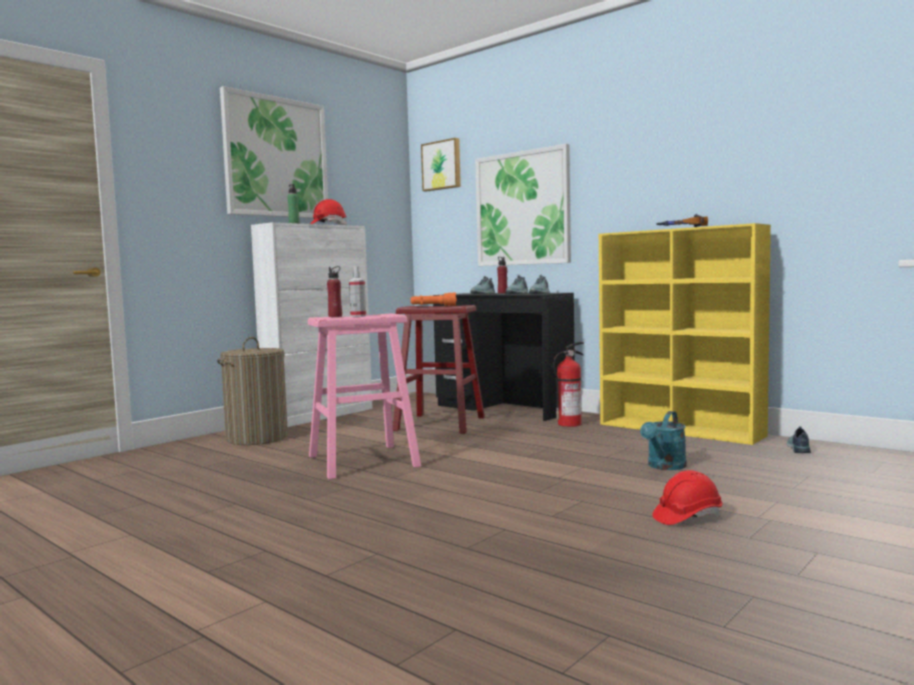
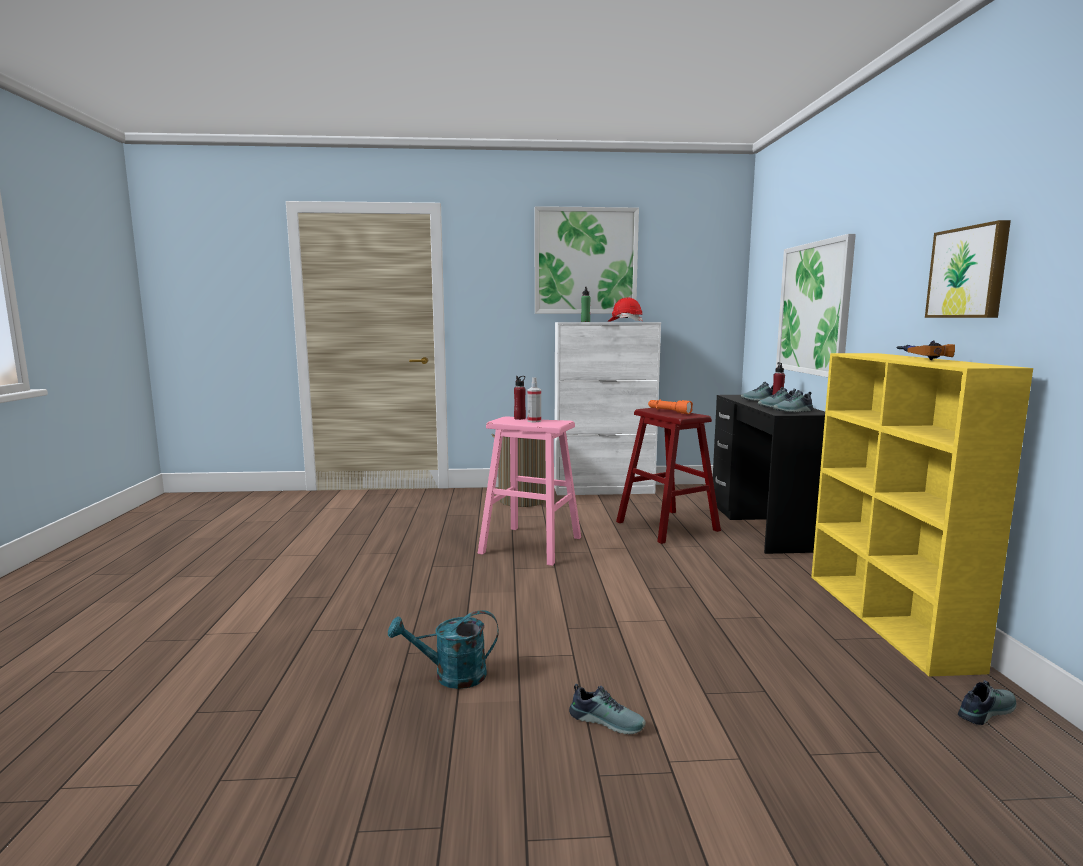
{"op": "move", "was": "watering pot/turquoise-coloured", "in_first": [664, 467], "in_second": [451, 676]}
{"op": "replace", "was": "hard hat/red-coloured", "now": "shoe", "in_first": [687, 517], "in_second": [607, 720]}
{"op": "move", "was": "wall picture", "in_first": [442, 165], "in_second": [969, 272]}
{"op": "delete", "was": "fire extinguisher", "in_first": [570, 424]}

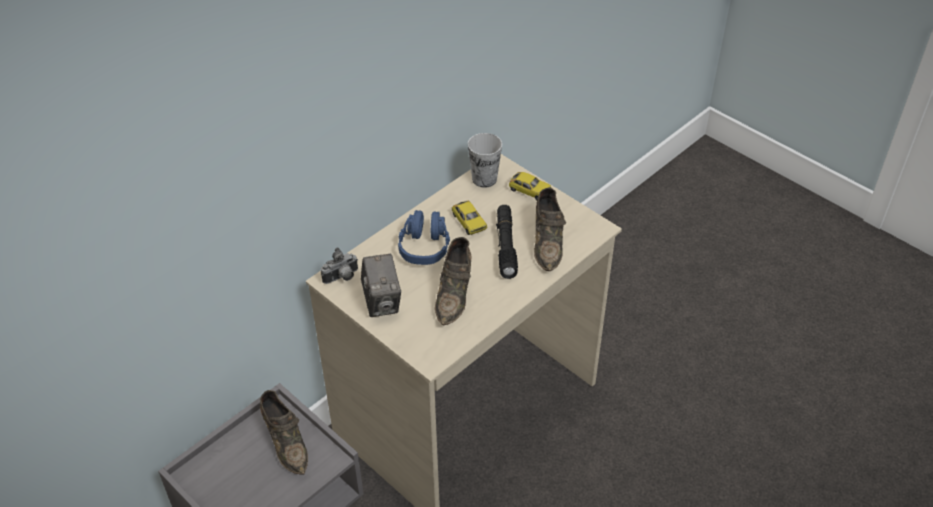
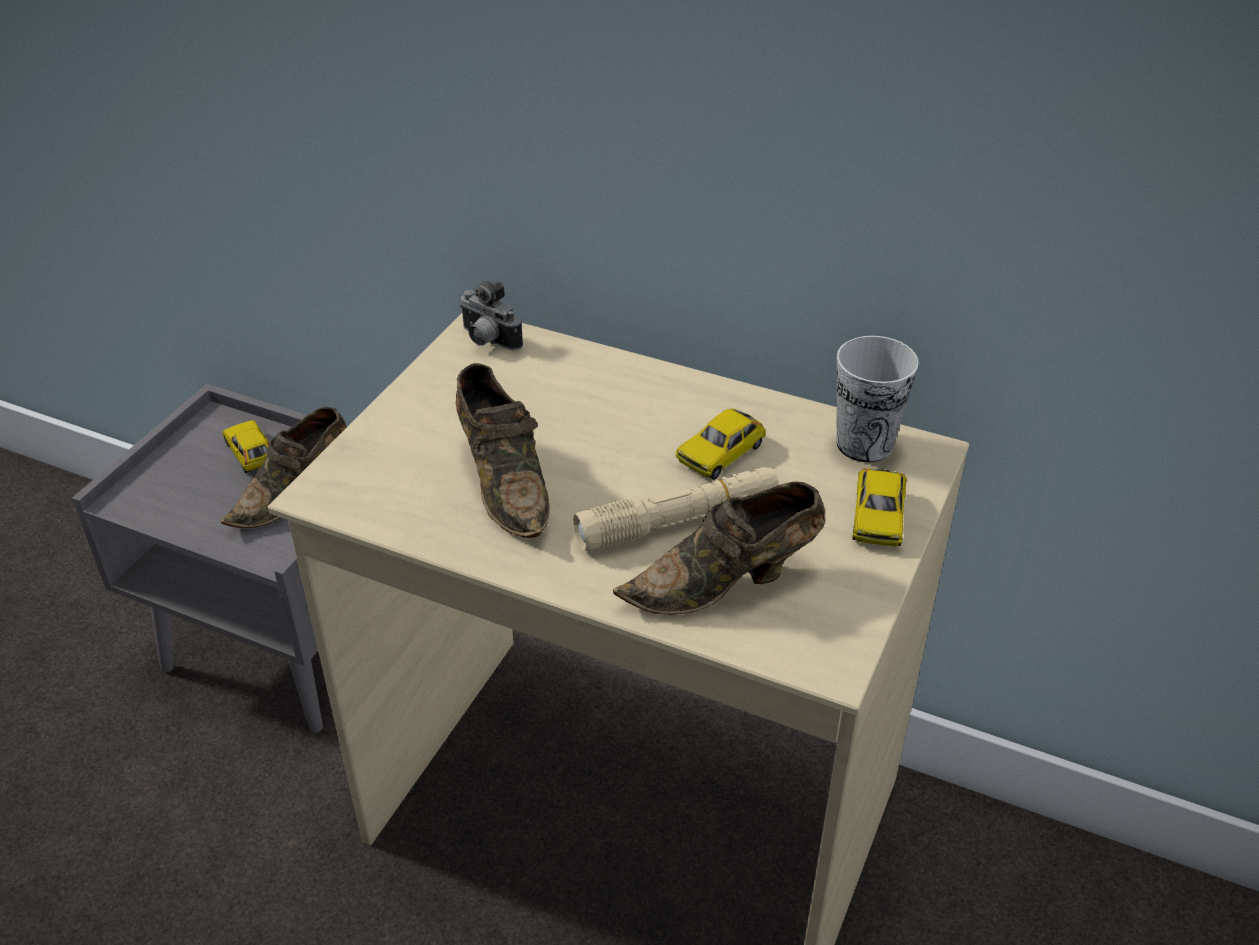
{"op": "insert", "now": "model car", "in_second": [252, 453]}
{"op": "rotate", "was": "shoe/brownish", "in_first": [455, 294], "in_second": [504, 482], "clockwise": -105}
{"op": "recolor", "was": "hand torch/black-coloured", "now": "hand torch/sand-coloured", "in_first": [506, 246], "in_second": [678, 521]}
{"op": "delete", "was": "still camera", "in_first": [382, 302]}
{"op": "delete", "was": "headset/blue", "in_first": [424, 246]}

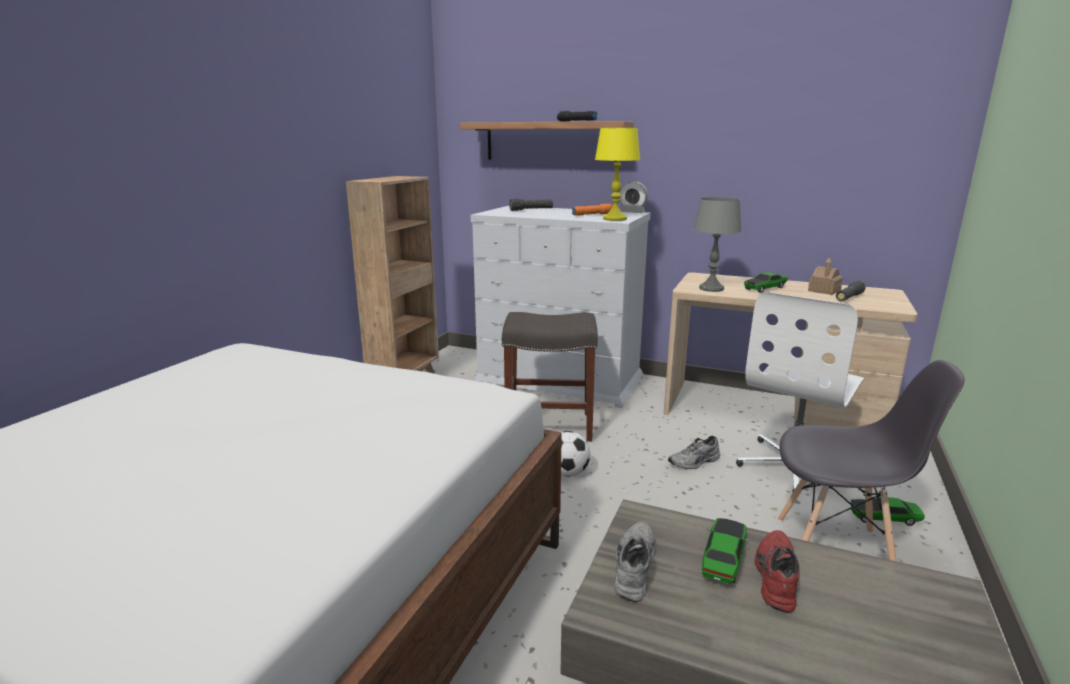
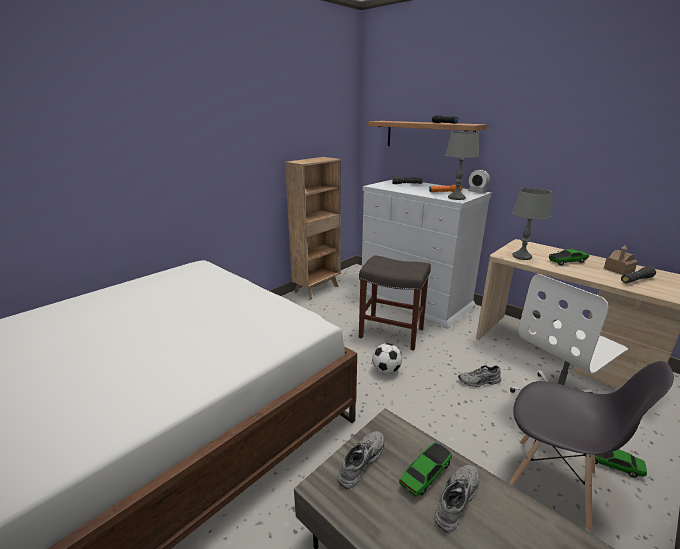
{"op": "recolor", "was": "shoe/red-coloured", "now": "shoe/gray", "in_first": [774, 576], "in_second": [455, 499]}
{"op": "recolor", "was": "table lamp/yellow", "now": "table lamp/gray", "in_first": [615, 219], "in_second": [456, 198]}

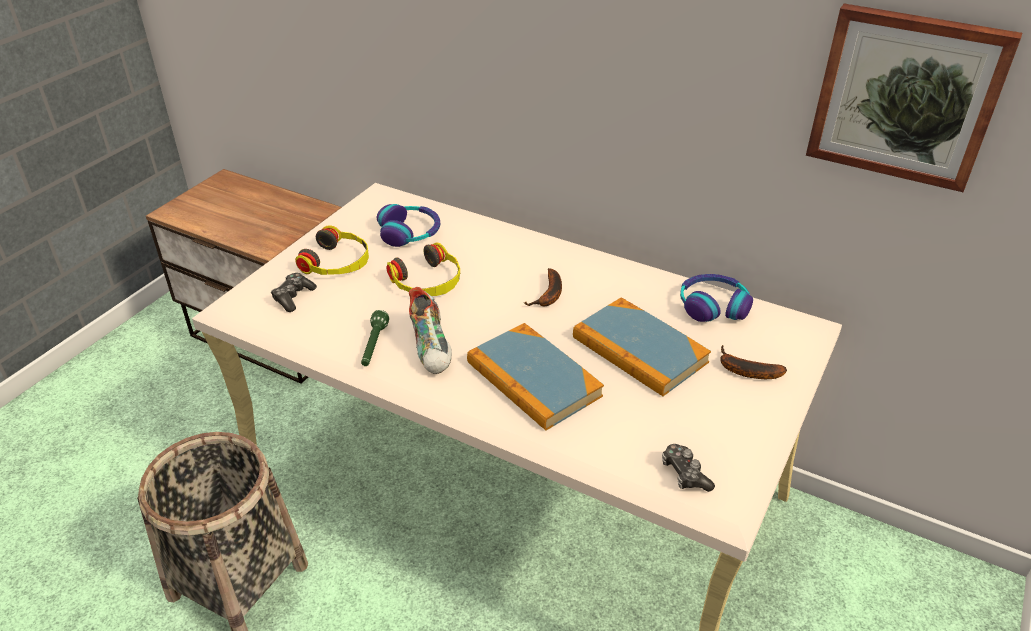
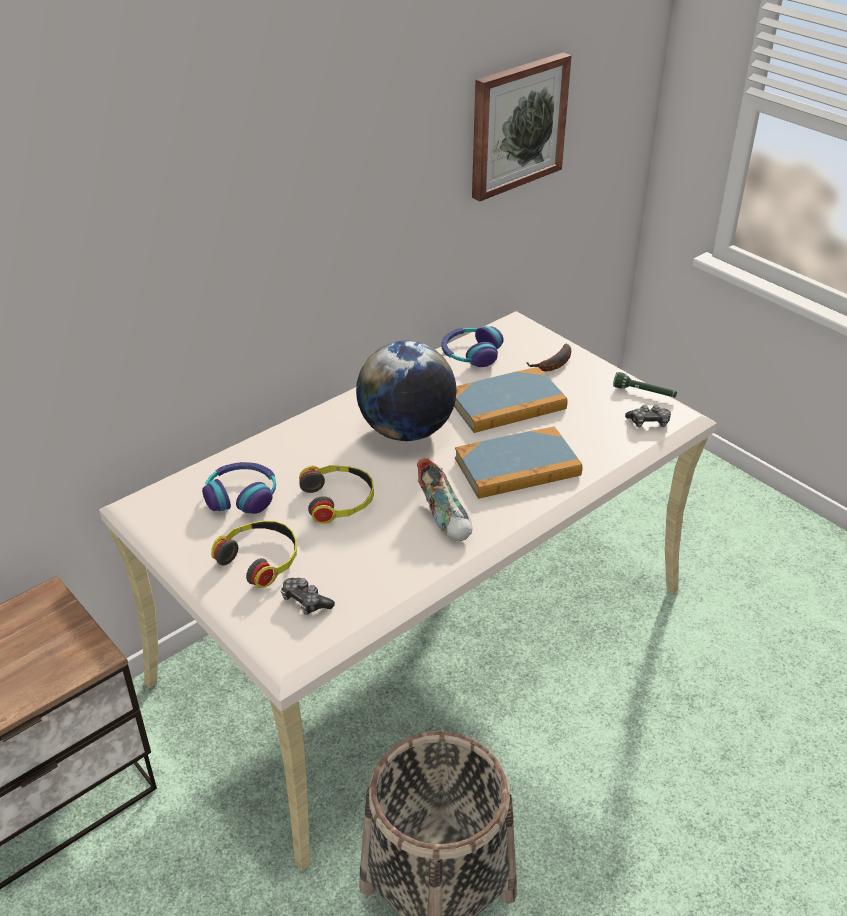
{"op": "replace", "was": "banana", "now": "world globe", "in_first": [549, 295], "in_second": [406, 431]}
{"op": "rotate", "was": "shoe", "in_first": [432, 348], "in_second": [445, 516], "clockwise": 60}
{"op": "move", "was": "hand torch/greenish", "in_first": [374, 346], "in_second": [644, 393]}

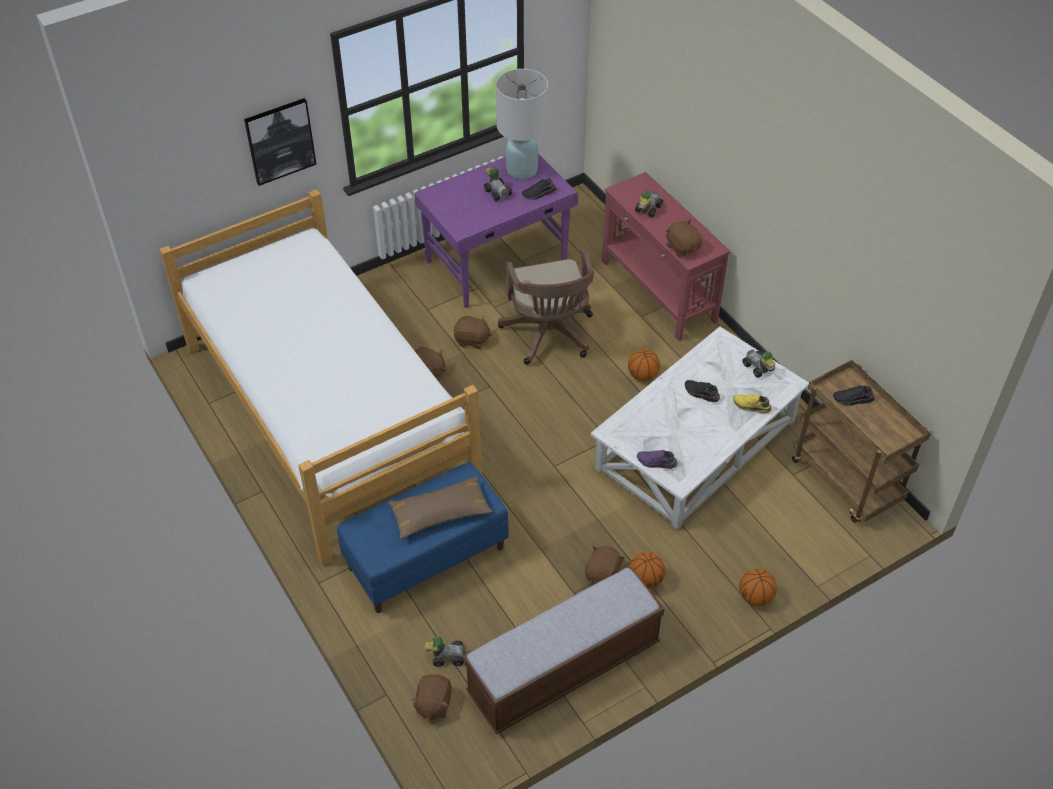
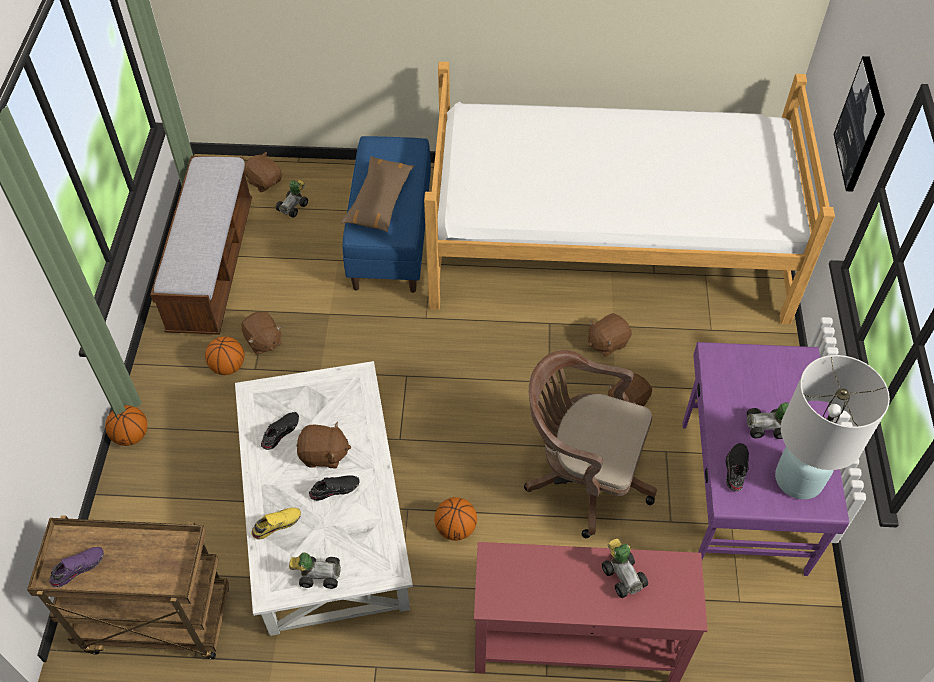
{"op": "move", "was": "shoe/purplish", "in_first": [656, 463], "in_second": [77, 567]}
{"op": "move", "was": "shoe/black-coloured", "in_first": [853, 400], "in_second": [280, 432]}
{"op": "move", "was": "plush toy/brownish", "in_first": [682, 247], "in_second": [324, 455]}

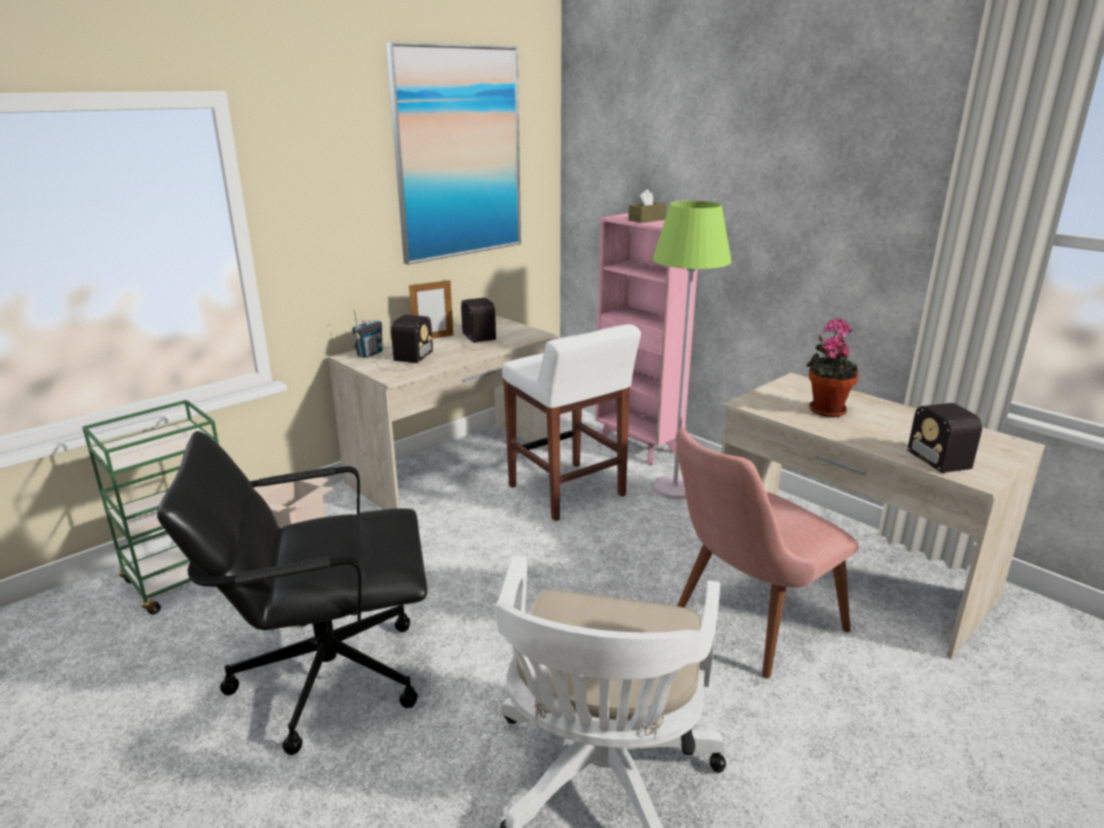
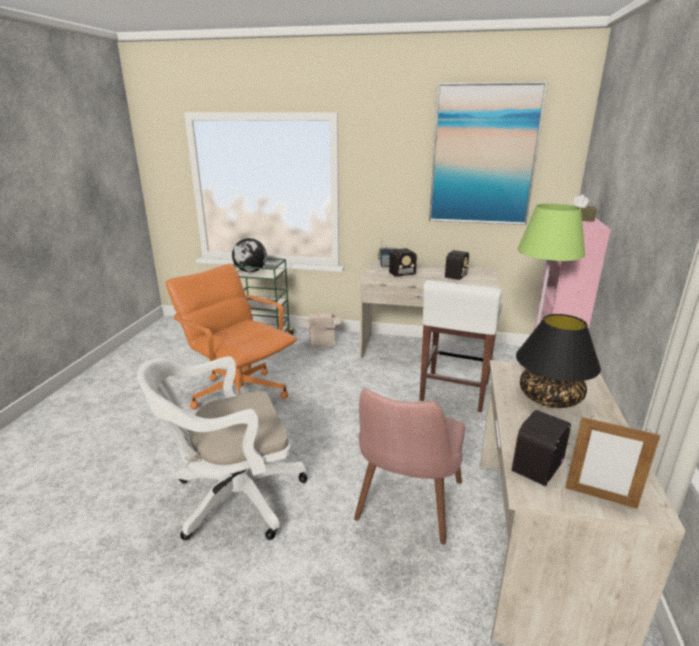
{"op": "recolor", "was": "computer chair/black-coloured", "now": "computer chair/orange-coloured", "in_first": [326, 675], "in_second": [240, 394]}
{"op": "insert", "now": "world globe", "in_second": [251, 271]}
{"op": "rotate", "was": "plain chair/pink-coloured", "in_first": [745, 627], "in_second": [405, 510], "clockwise": -90}
{"op": "replace", "was": "houseplant", "now": "table lamp/black-coloured", "in_first": [825, 409], "in_second": [550, 397]}
{"op": "move", "was": "picture frame", "in_first": [433, 338], "in_second": [600, 497]}

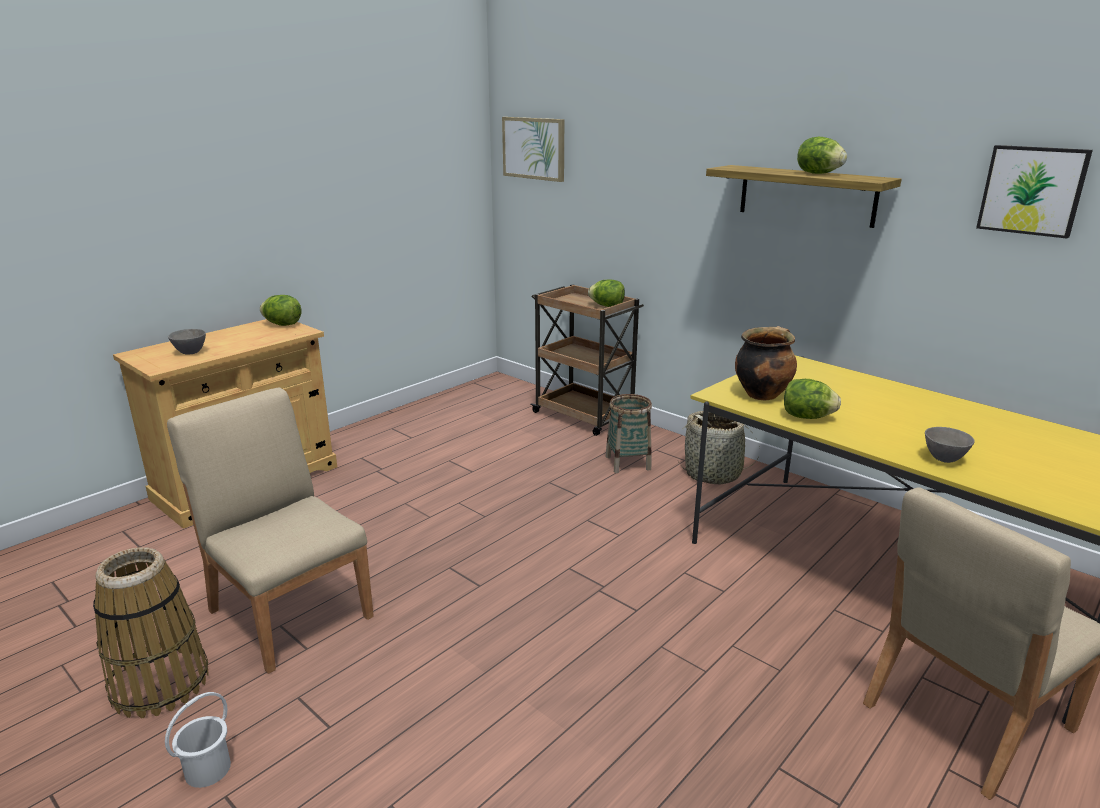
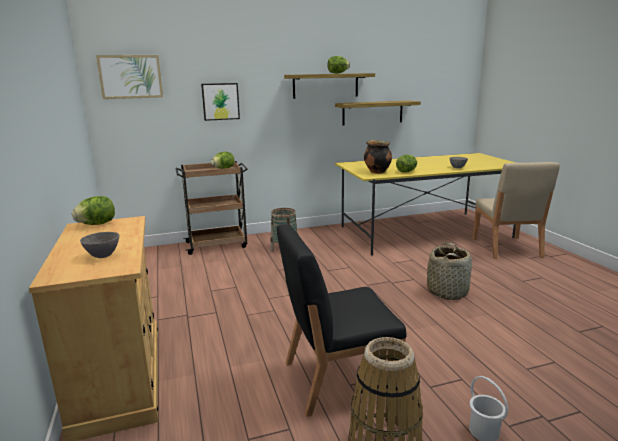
{"op": "move", "was": "wall picture", "in_first": [1032, 190], "in_second": [220, 101]}
{"op": "recolor", "was": "plain chair/sand-coloured", "now": "plain chair/black-coloured", "in_first": [290, 612], "in_second": [338, 378]}
{"op": "insert", "now": "shelf", "in_second": [372, 112]}
{"op": "move", "was": "storage basket", "in_first": [713, 473], "in_second": [447, 291]}

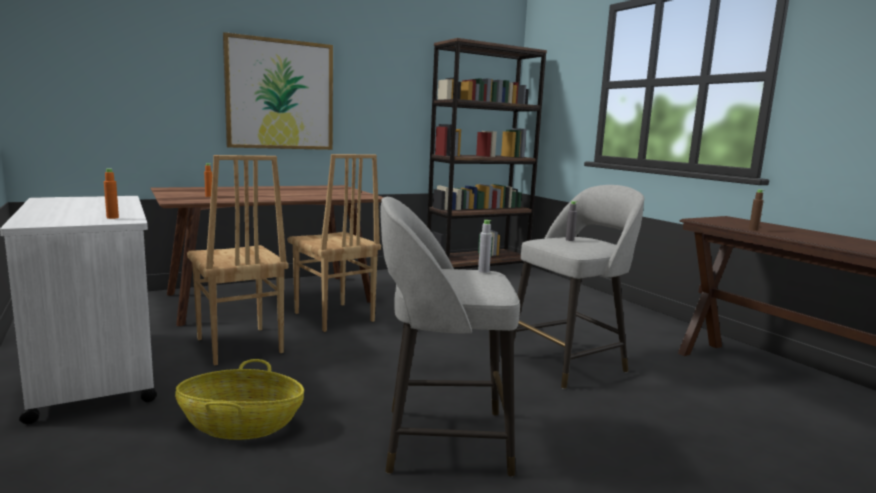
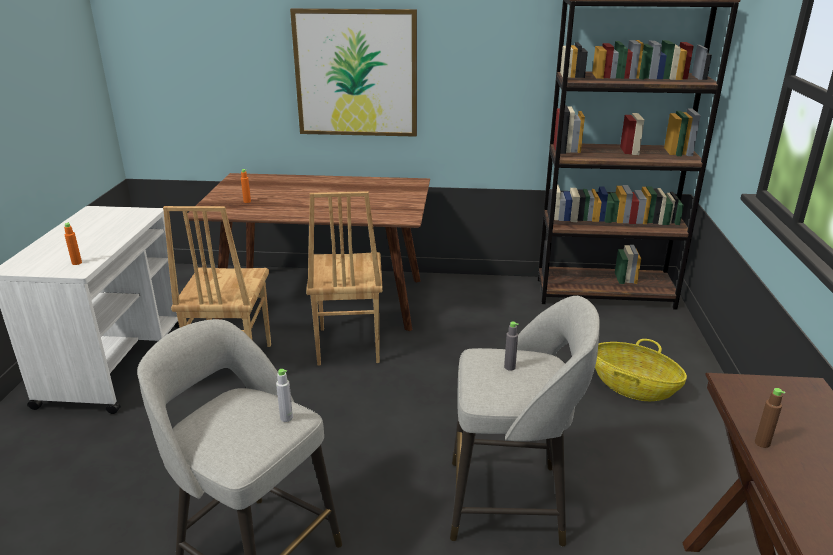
{"op": "move", "was": "storage basket", "in_first": [241, 425], "in_second": [633, 387]}

